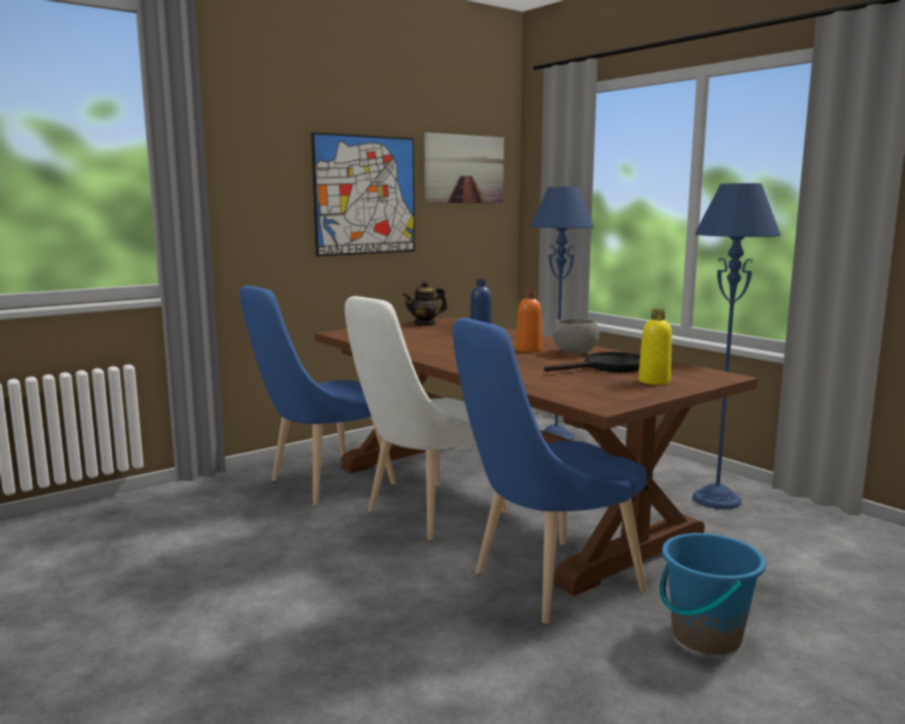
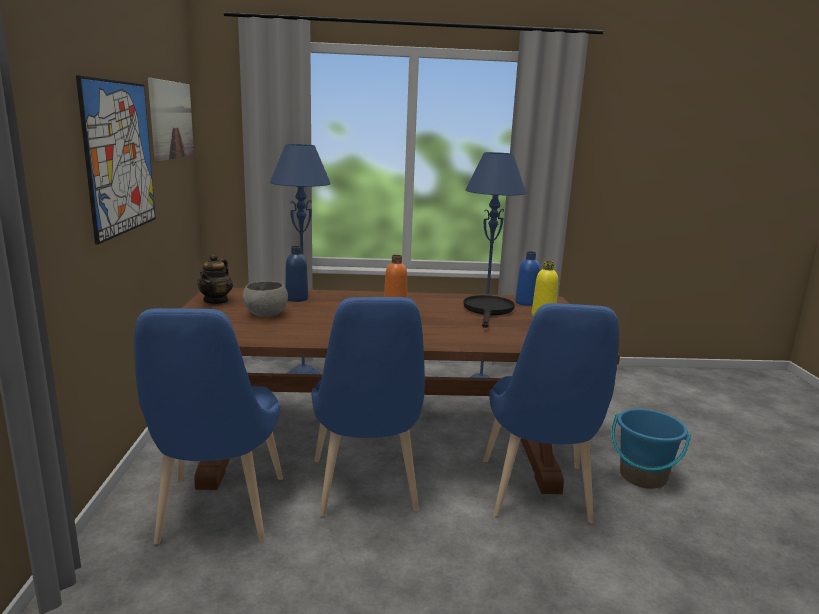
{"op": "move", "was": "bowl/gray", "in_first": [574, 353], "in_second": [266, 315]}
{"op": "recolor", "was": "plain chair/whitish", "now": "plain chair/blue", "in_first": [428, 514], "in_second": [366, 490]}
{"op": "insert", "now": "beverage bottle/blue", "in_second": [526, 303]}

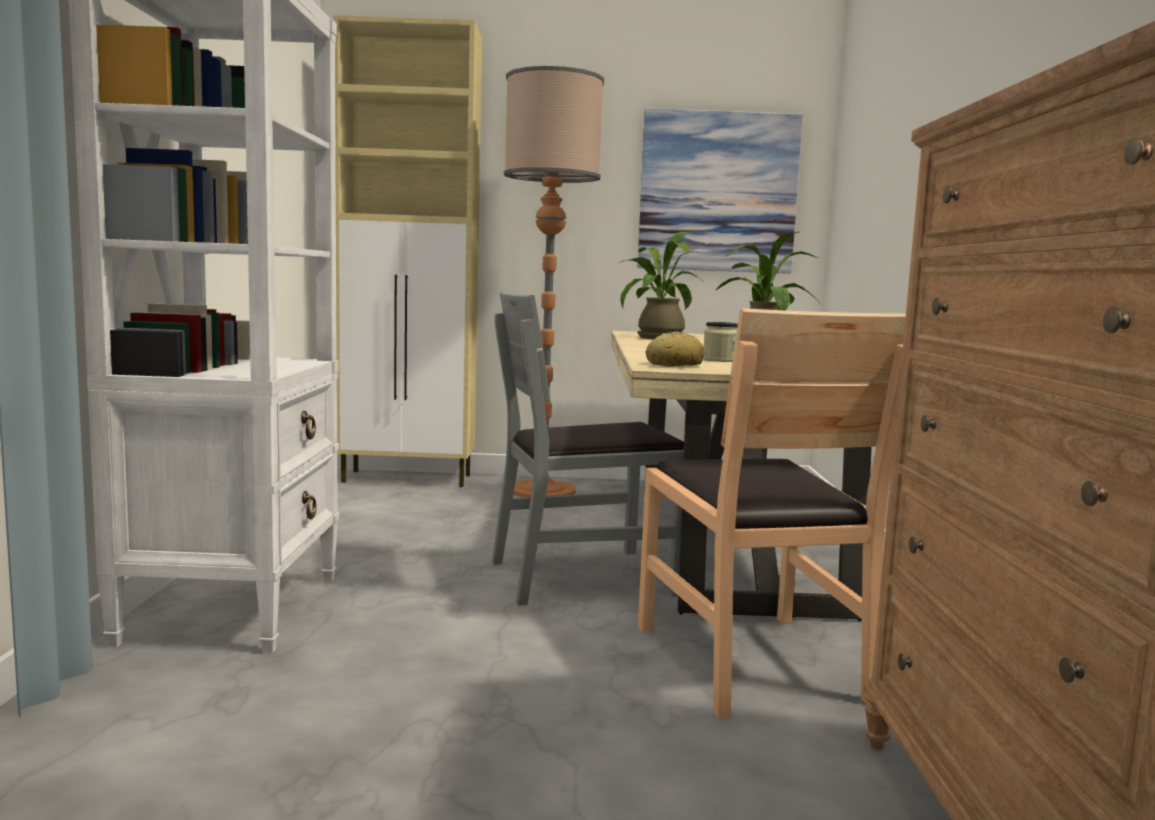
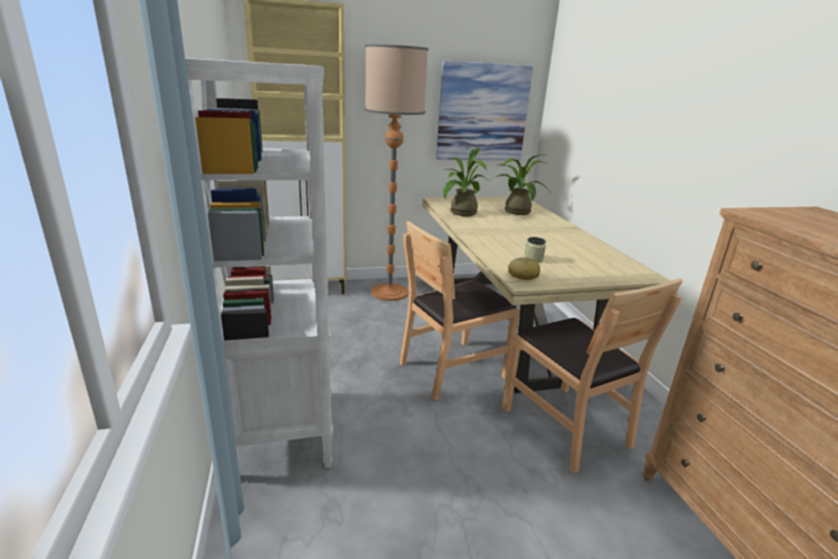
{"op": "recolor", "was": "plain chair/gray", "now": "plain chair/brownish", "in_first": [583, 576], "in_second": [453, 369]}

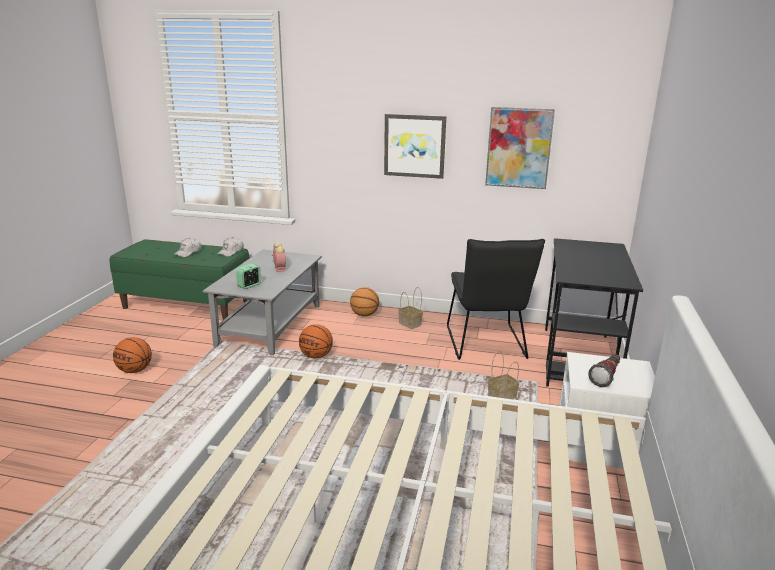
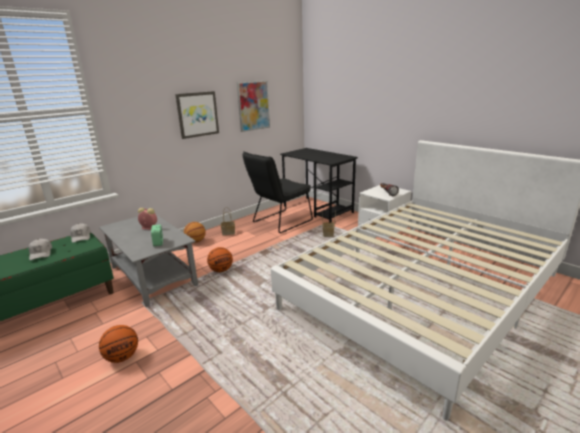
{"op": "rotate", "was": "plain chair/black-coloured", "in_first": [486, 345], "in_second": [279, 222], "clockwise": 105}

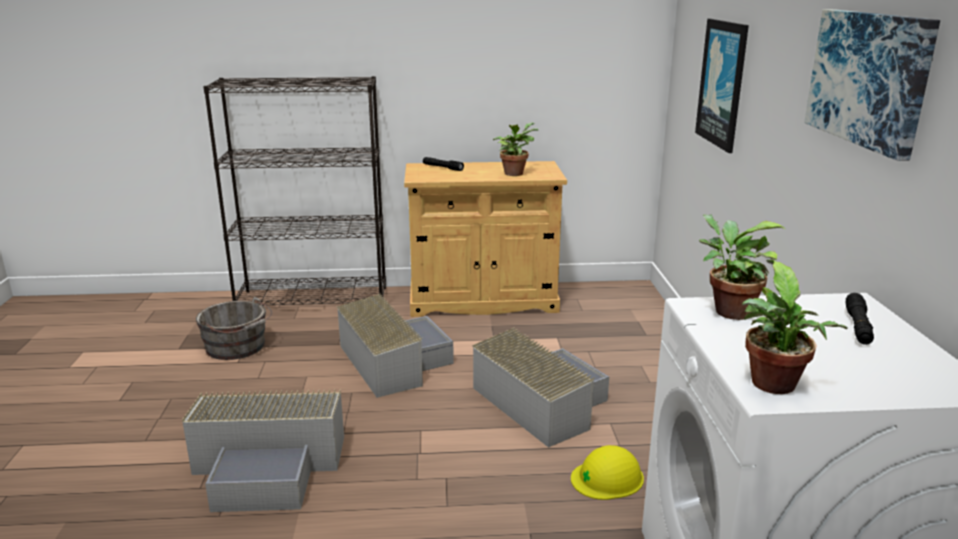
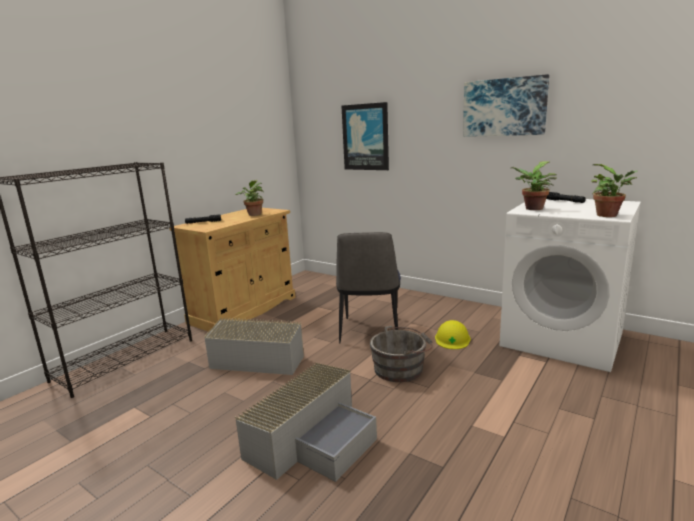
{"op": "replace", "was": "storage bin/gray", "now": "plain chair", "in_first": [540, 402], "in_second": [369, 331]}
{"op": "move", "was": "pail/gray", "in_first": [238, 347], "in_second": [401, 368]}

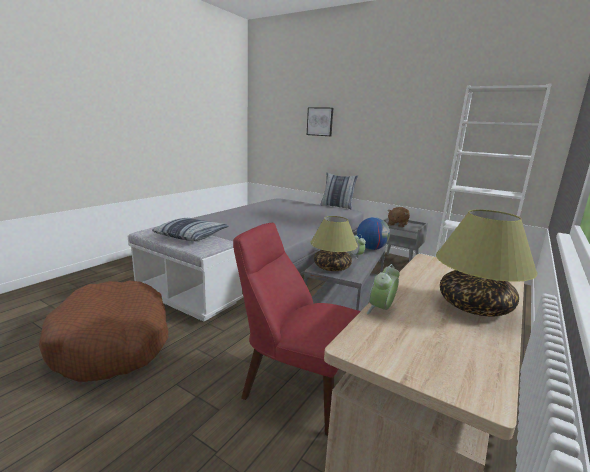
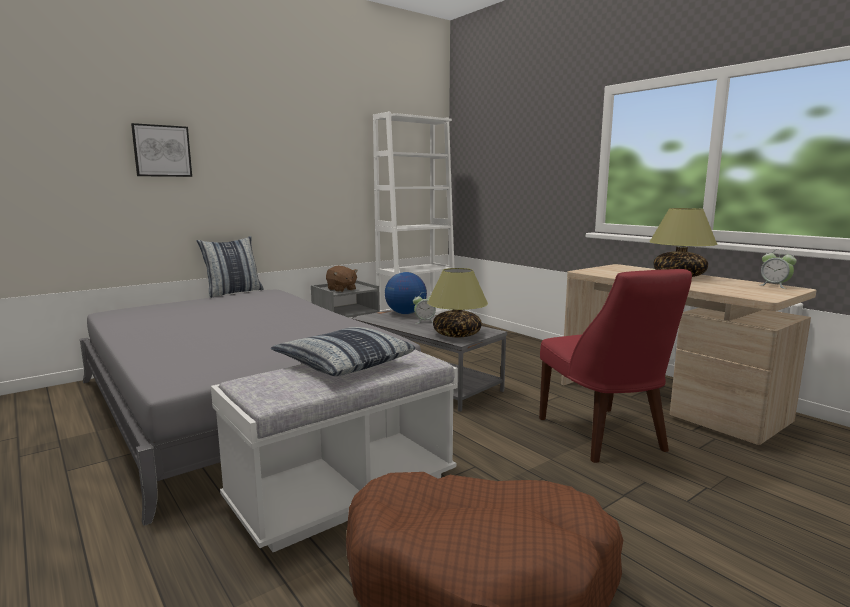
{"op": "rotate", "was": "plain chair/red-coloured", "in_first": [294, 388], "in_second": [604, 436], "clockwise": -60}
{"op": "move", "was": "table clock", "in_first": [381, 309], "in_second": [774, 286]}

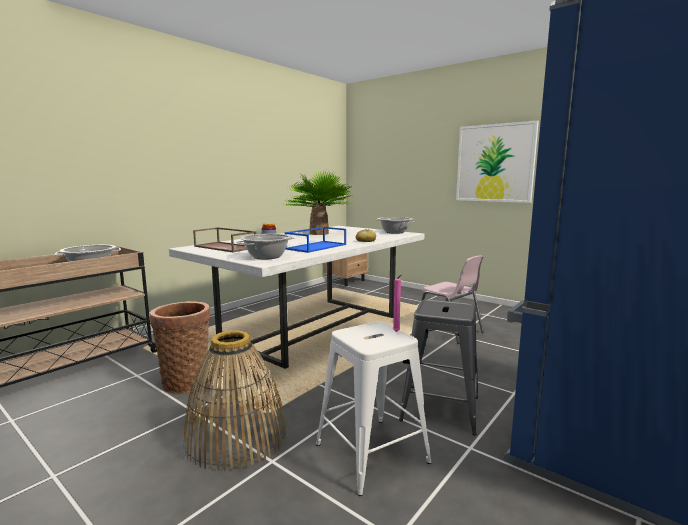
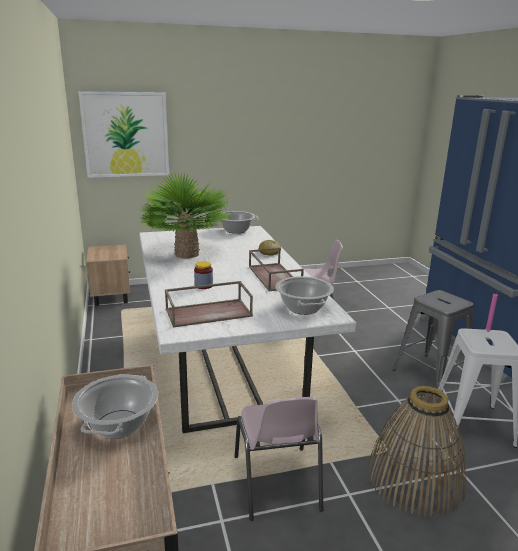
{"op": "move", "was": "wall picture", "in_first": [495, 163], "in_second": [126, 135]}
{"op": "replace", "was": "storage basket", "now": "plain chair/pink-coloured", "in_first": [186, 381], "in_second": [277, 483]}
{"op": "recolor", "was": "serving tray/blue", "now": "serving tray/brownish", "in_first": [316, 246], "in_second": [273, 276]}

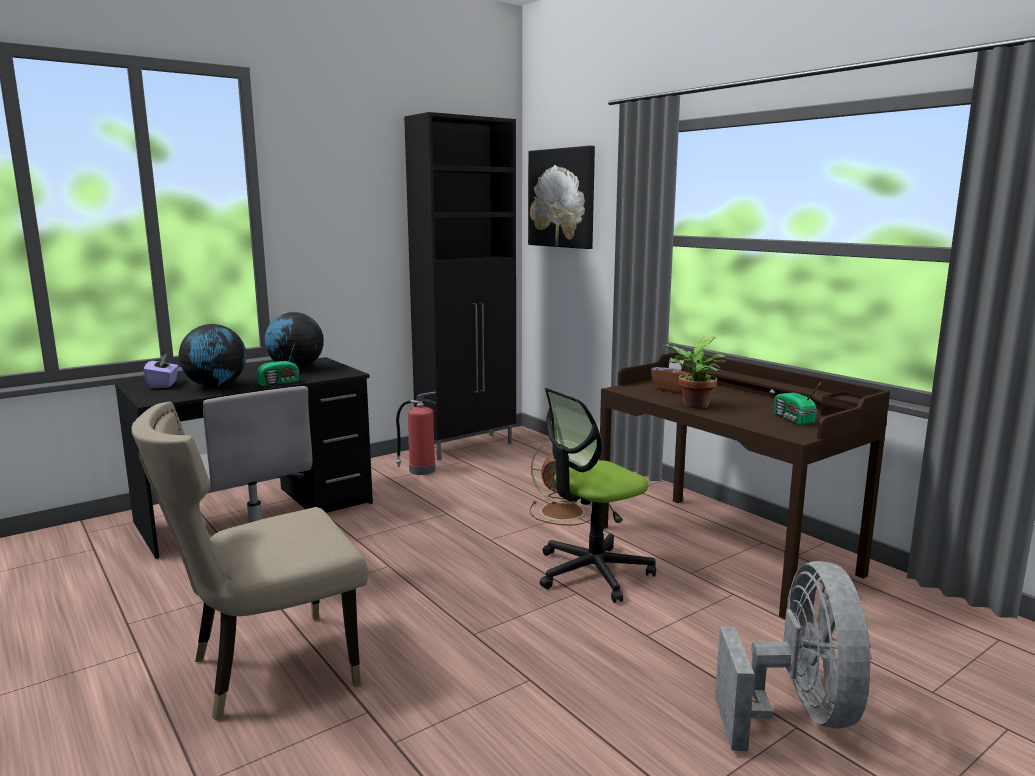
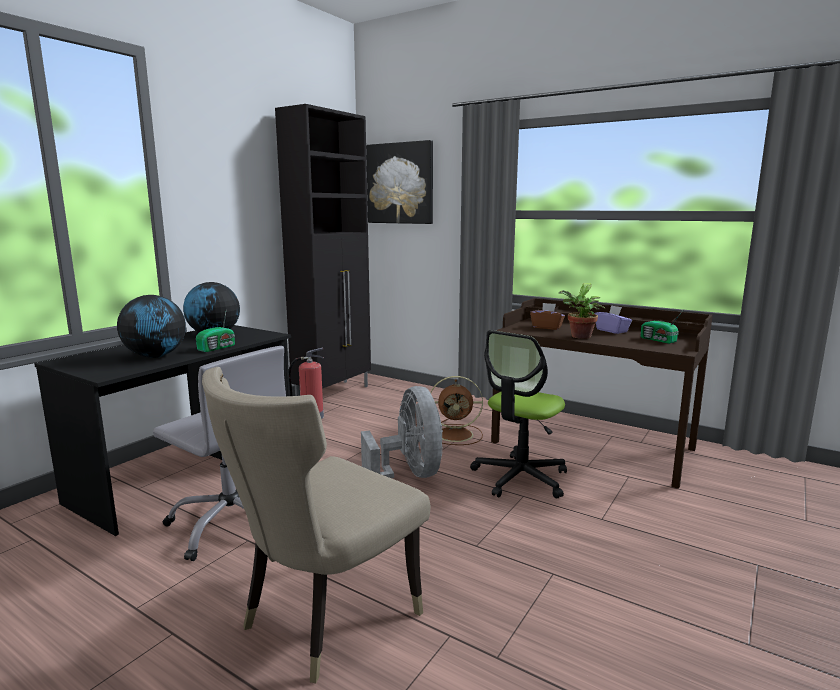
{"op": "move", "was": "cooling fan/gray", "in_first": [798, 713], "in_second": [409, 476]}
{"op": "move", "was": "box of tissues/purplish", "in_first": [163, 384], "in_second": [612, 331]}

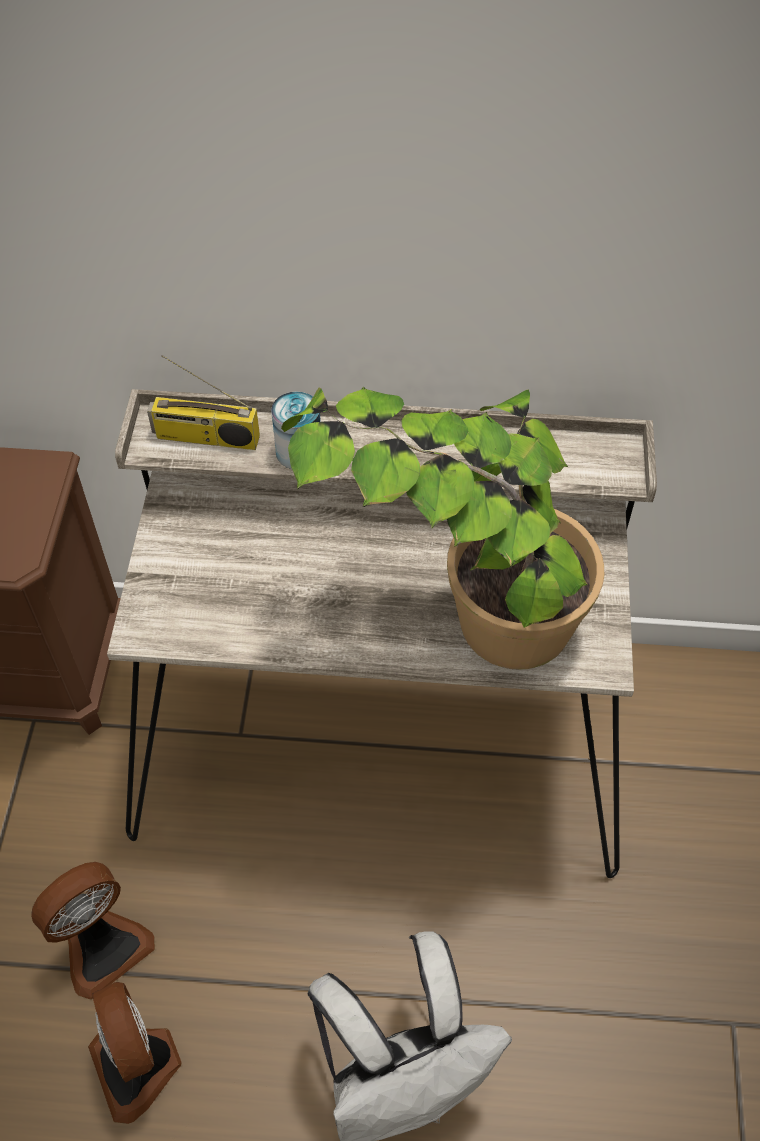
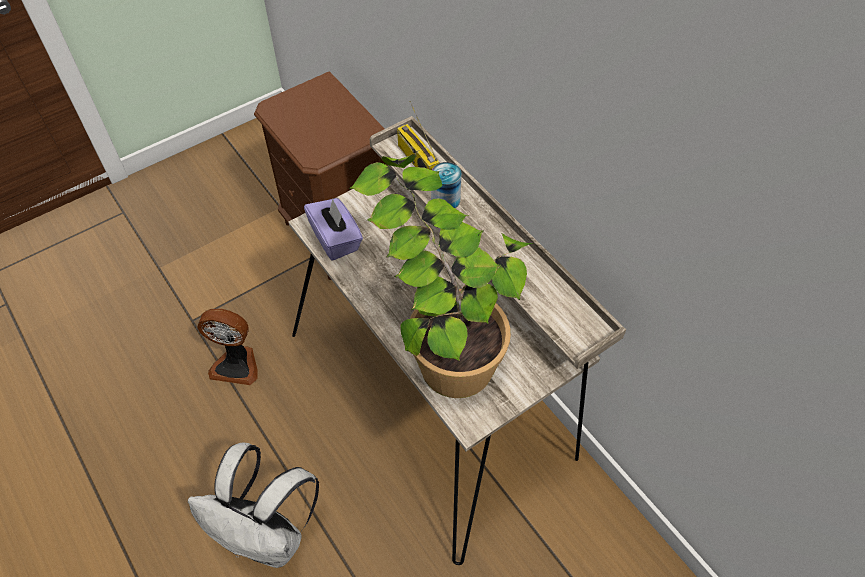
{"op": "insert", "now": "box of tissues/purplish", "in_second": [336, 239]}
{"op": "delete", "was": "cooling fan", "in_first": [139, 1065]}

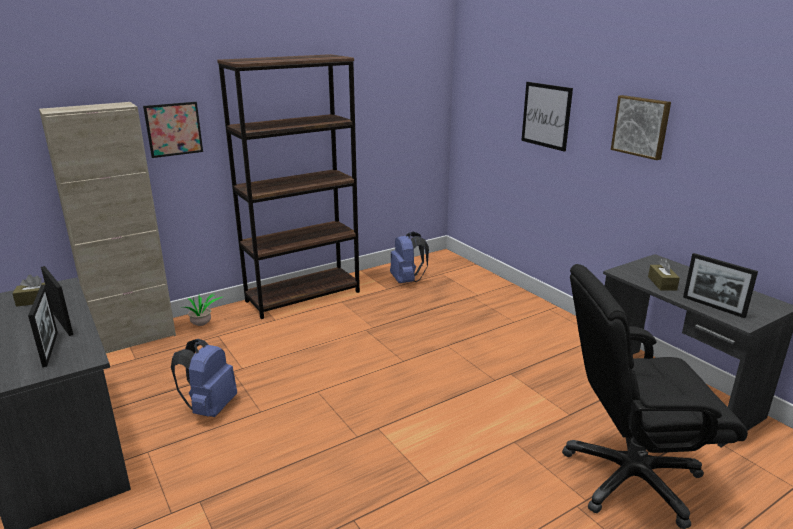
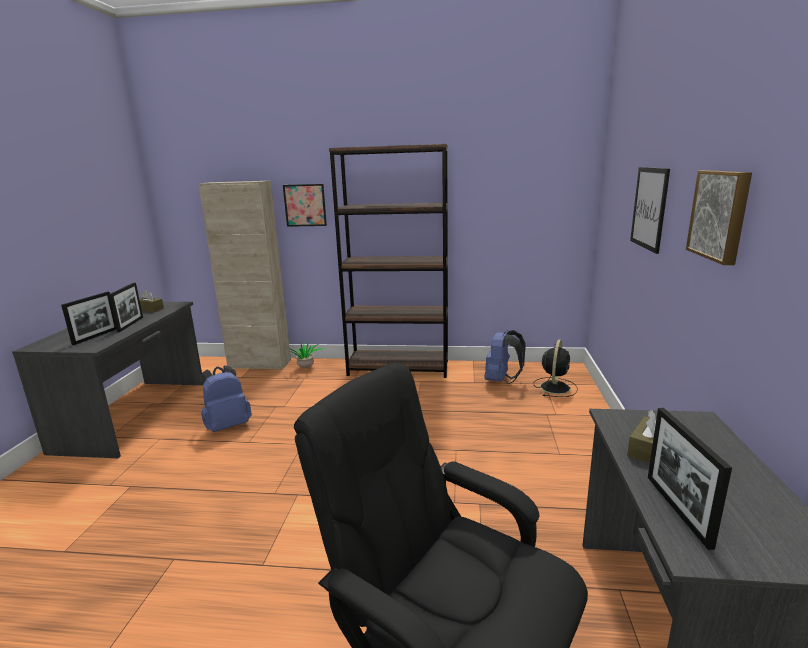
{"op": "insert", "now": "cooling fan/black-coloured", "in_second": [555, 387]}

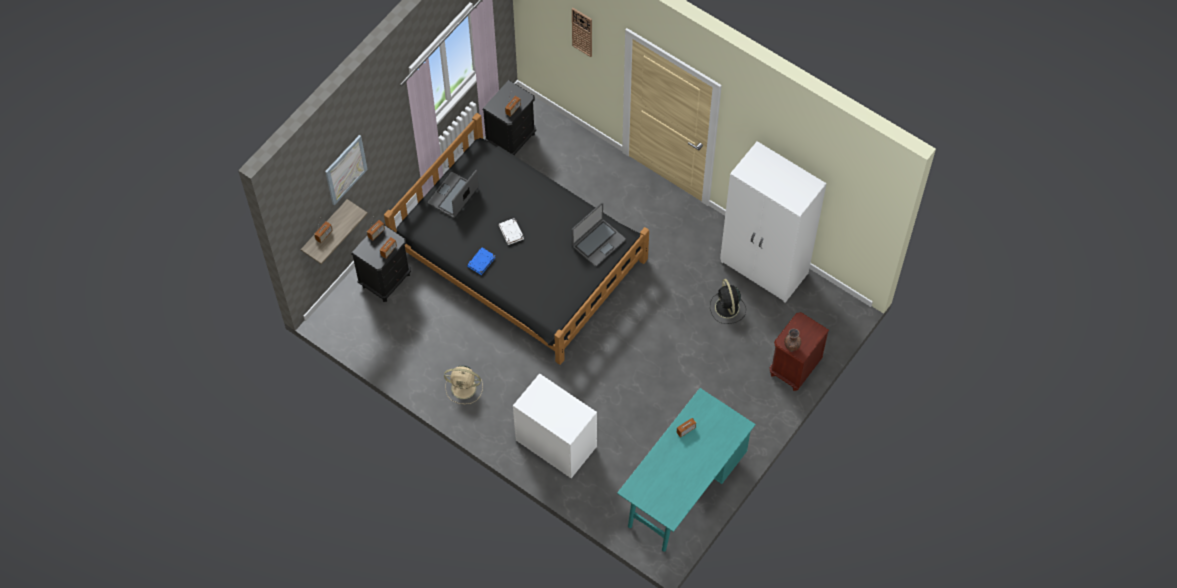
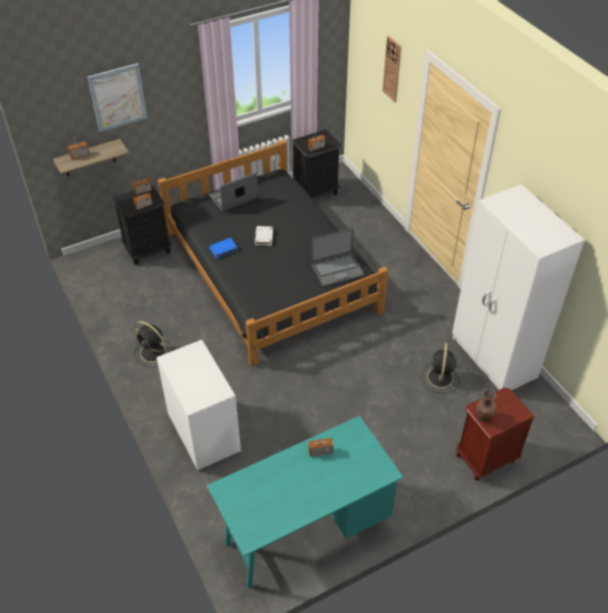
{"op": "recolor", "was": "cooling fan/sand-coloured", "now": "cooling fan/black-coloured", "in_first": [465, 388], "in_second": [154, 353]}

